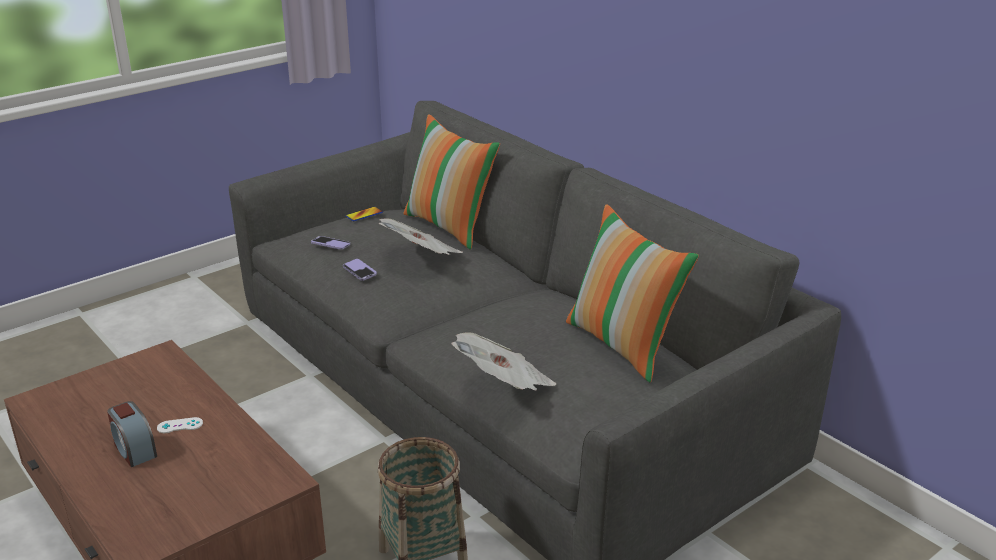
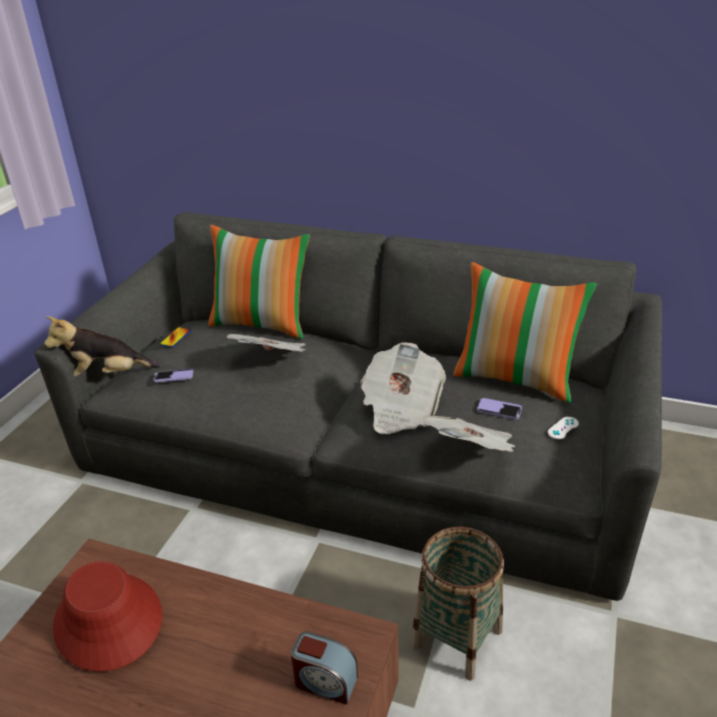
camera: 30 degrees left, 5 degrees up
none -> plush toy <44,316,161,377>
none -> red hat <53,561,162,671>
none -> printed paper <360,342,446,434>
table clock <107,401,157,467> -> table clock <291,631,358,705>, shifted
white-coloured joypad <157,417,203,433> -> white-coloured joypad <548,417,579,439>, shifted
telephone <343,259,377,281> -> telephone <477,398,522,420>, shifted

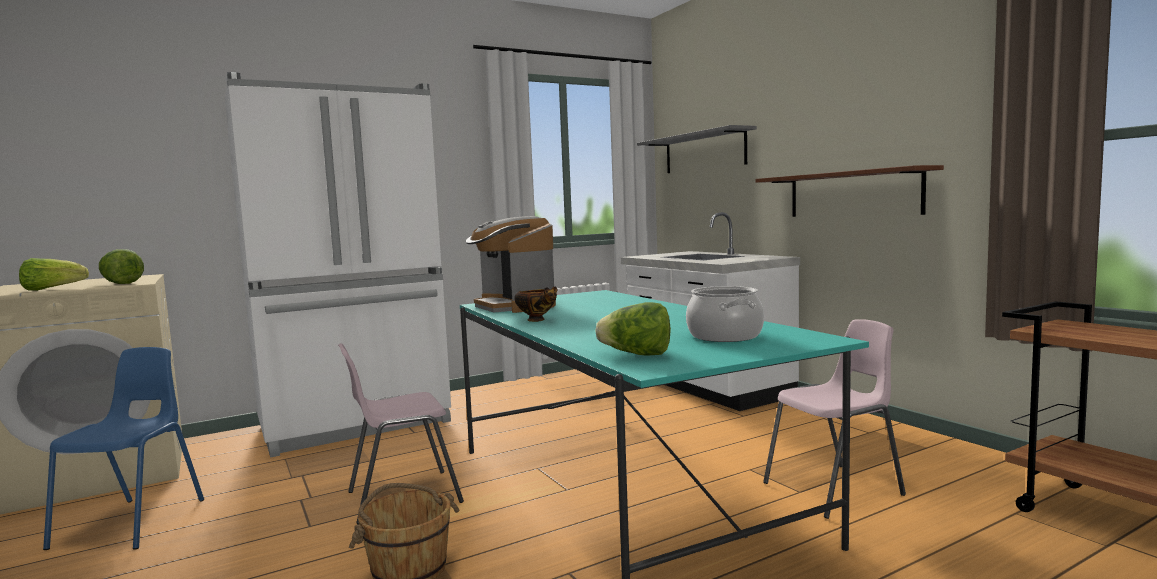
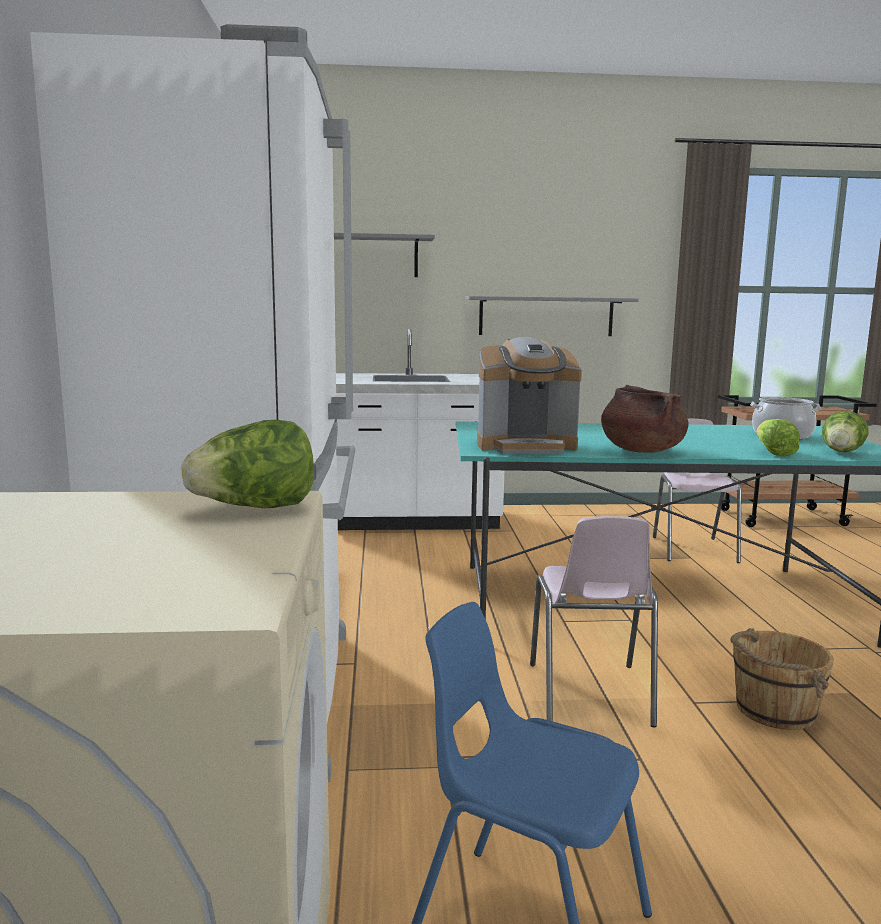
camera: 65 degrees left, 5 degrees up
head of lettuce <19,258,89,291> -> head of lettuce <756,419,800,456>, shifted
bowl <514,286,557,322> -> brown-coloured saucepot <601,385,688,453>
brown-coloured wall shelf <756,165,944,217> -> grey wall shelf <466,296,639,336>

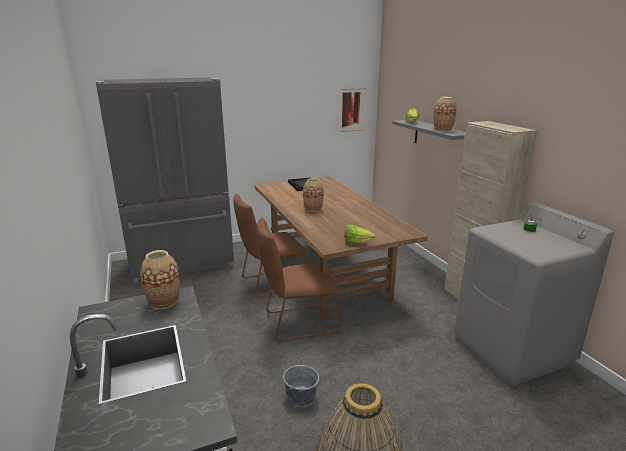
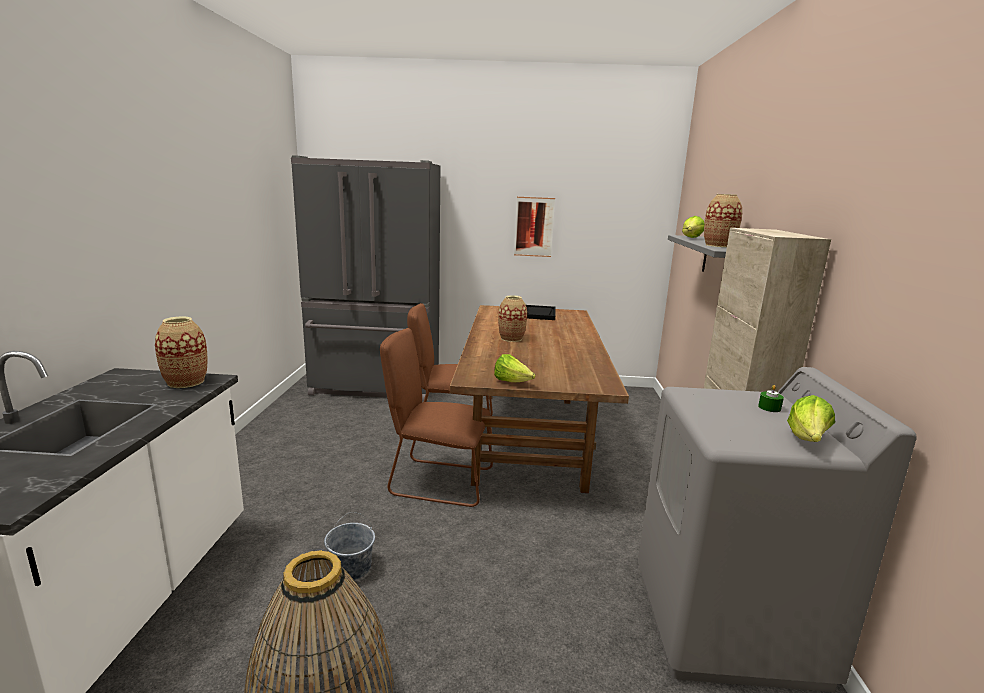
camera: 25 degrees right, 5 degrees down
none -> head of lettuce <787,395,835,442>
wall picture <340,88,366,132> -> wall picture <514,197,555,257>, shifted

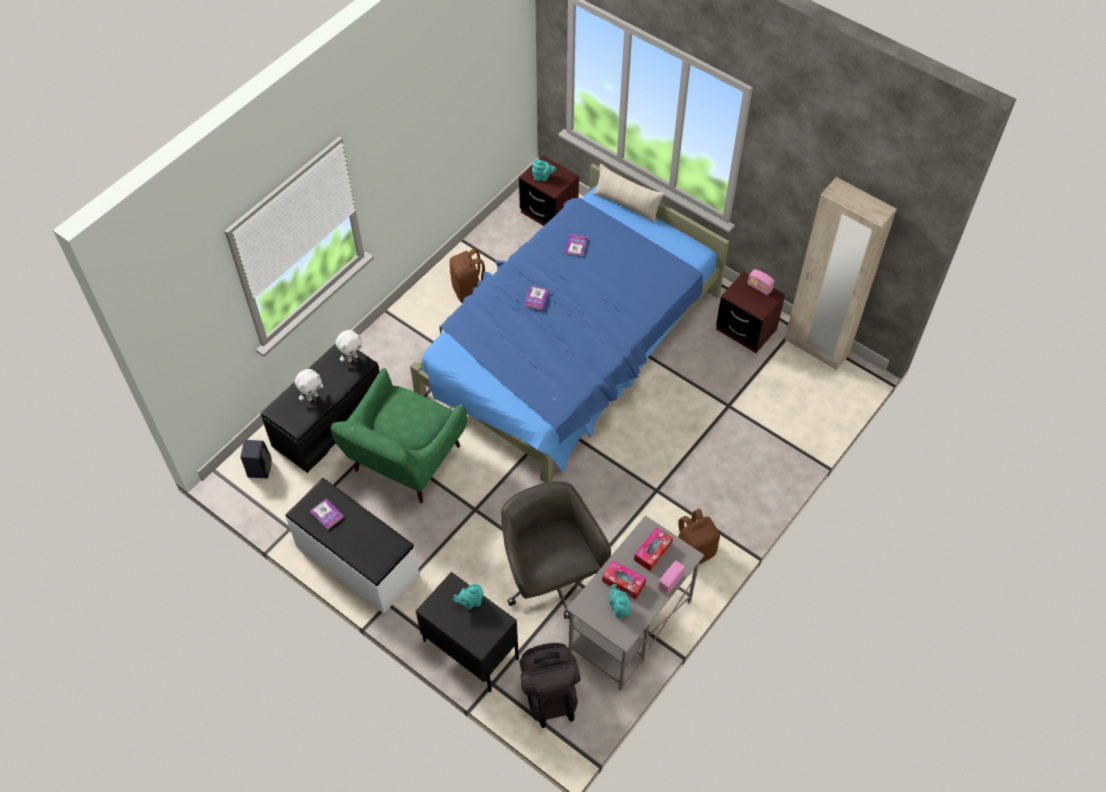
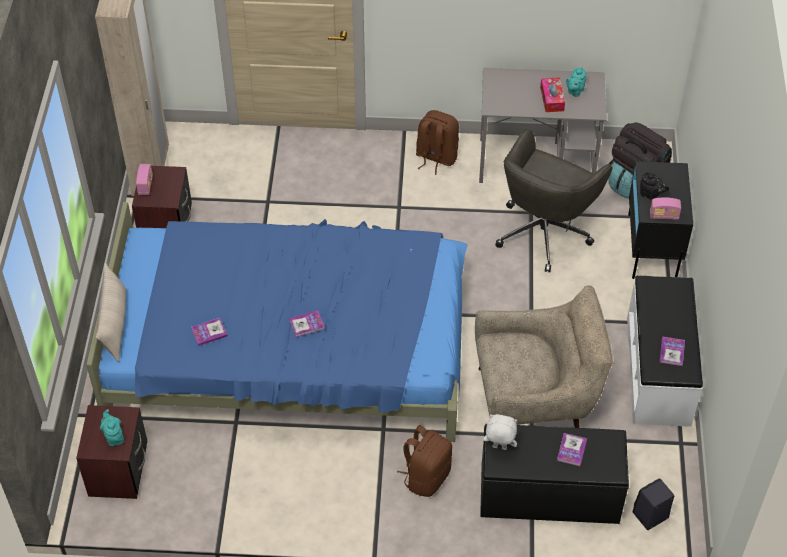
camera: 125 degrees left, 5 degrees down
tissue box <634,527,673,571> -> none
brown-coloured knapsack <449,248,485,304> -> brown-coloured knapsack <397,425,452,497>, shifted
radio set <658,561,685,595> -> radio set <650,197,681,220>, shifted
white-coloured plush toy <295,369,324,401> -> volume <557,433,587,466>
green easy chair <331,368,467,503> -> sand-coloured easy chair <475,285,613,428>
blue-green tea pot <453,584,483,610> -> blackish tea pot <640,172,669,200>

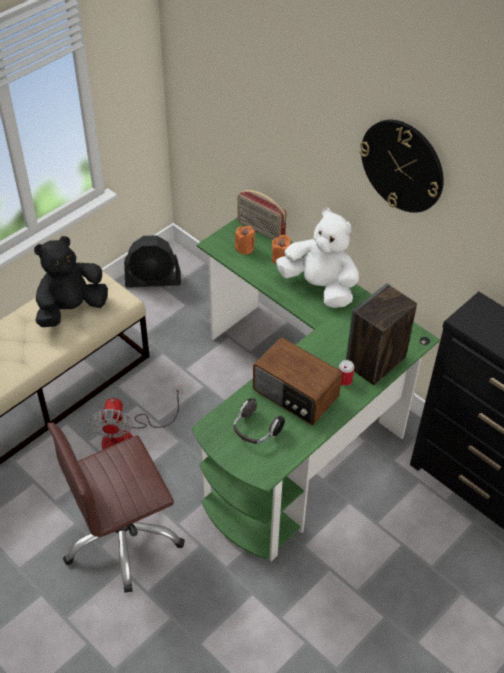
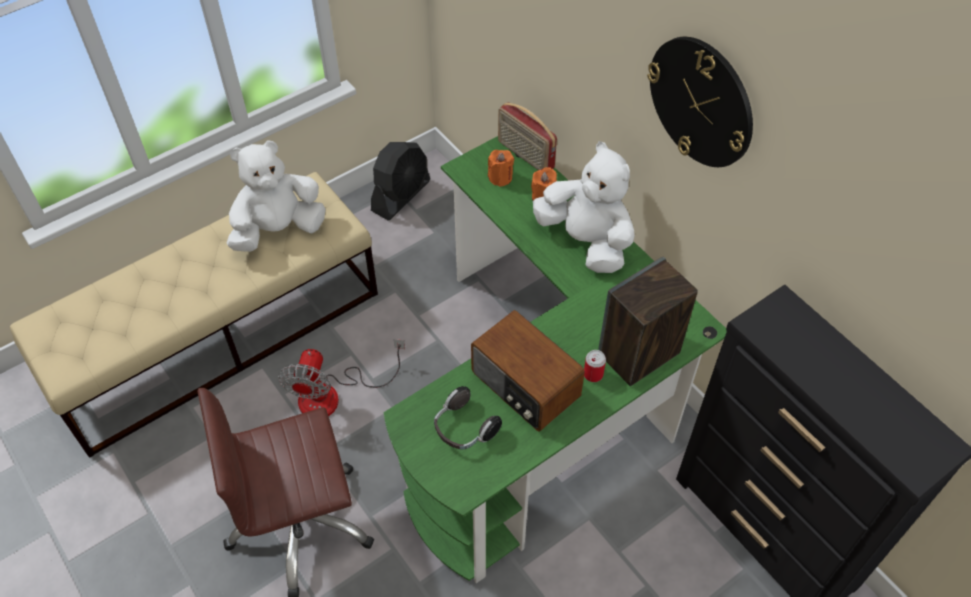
camera: 10 degrees right, 5 degrees up
blackish plush toy <34,236,108,327> -> white-coloured plush toy <227,140,326,252>
blackish fan <124,235,181,287> -> blackish fan <371,142,430,221>, 60 degrees counterclockwise

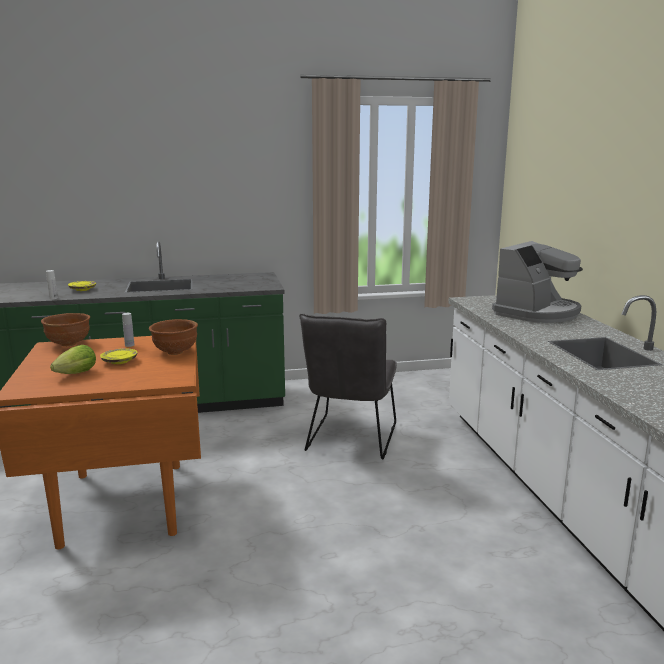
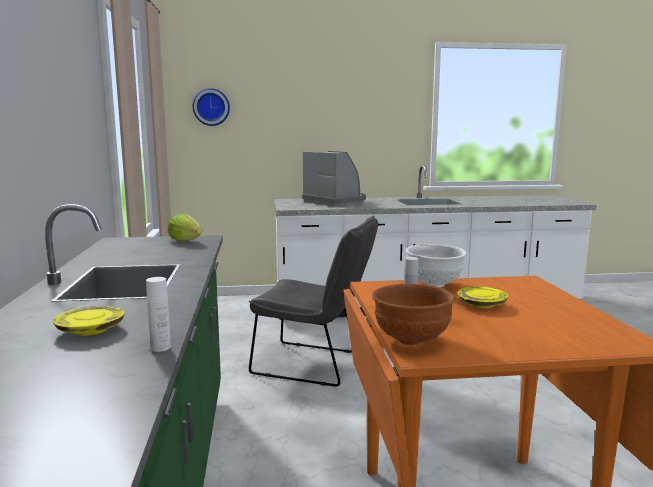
camera: 85 degrees left, 5 degrees down
none -> hanging clock <193,88,230,126>
head of lettuce <50,345,96,374> -> head of lettuce <168,213,202,242>, shifted
brown-coloured bowl <149,319,198,355> -> white-coloured bowl <406,244,467,287>

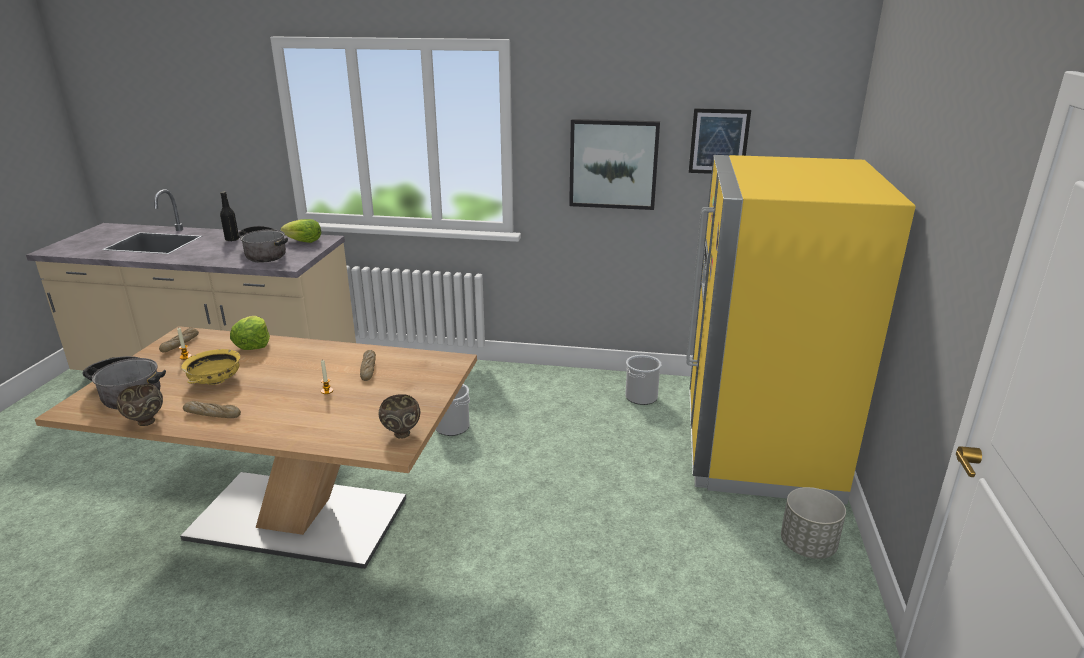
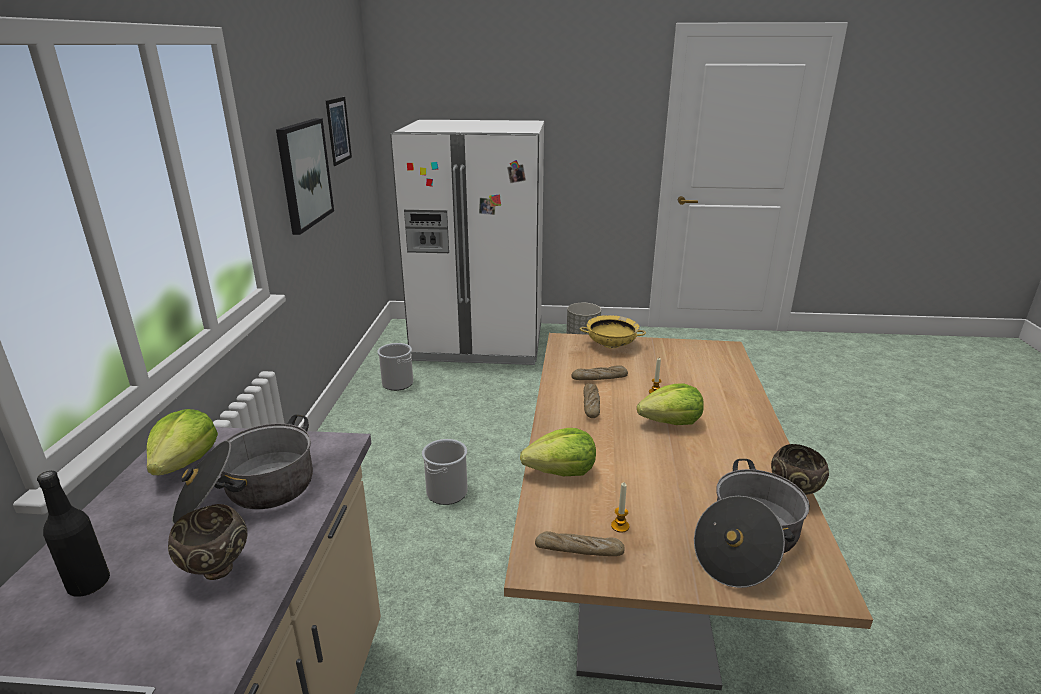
camera: 95 degrees left, 0 degrees up
none -> head of lettuce <637,384,704,425>
yellow-coloured bowl <181,349,240,385> -> yellow-coloured bowl <580,315,646,348>, shifted
bread <183,401,241,418> -> bread <583,383,600,418>, shifted
brown-coloured bowl <379,394,420,439> -> brown-coloured bowl <168,504,247,580>, shifted
yellow-coloured refrigerator <686,155,916,505> -> white-coloured refrigerator <390,120,544,365>

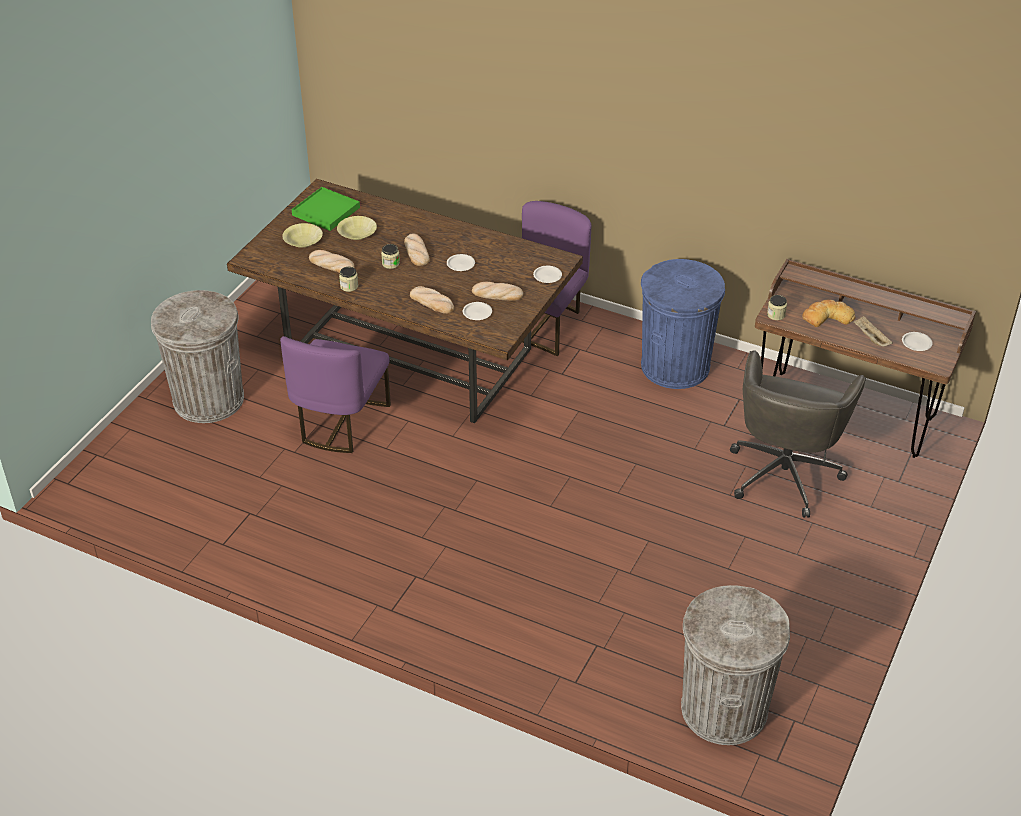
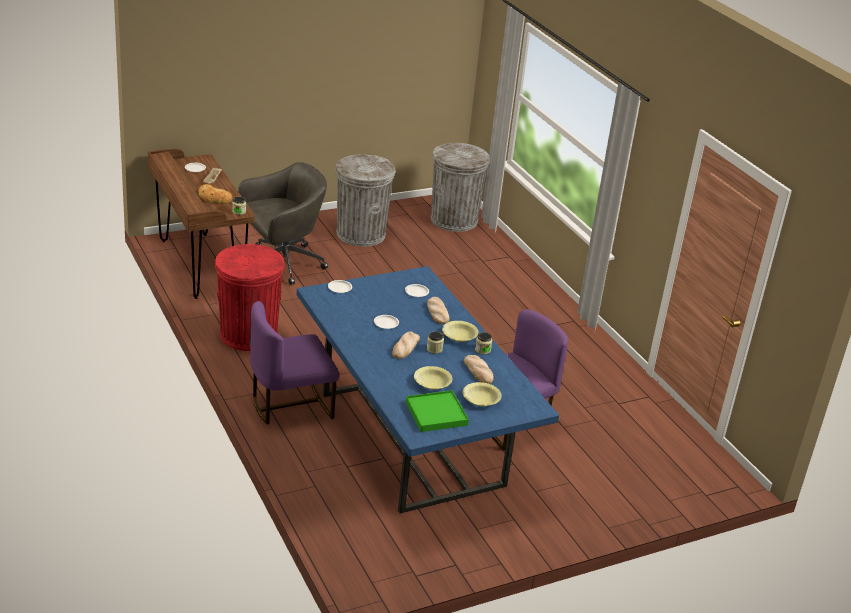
camera: 145 degrees left, 10 degrees down
bread <472,282,523,301> -> none
none -> yellow-coloured bowl <442,321,479,342>
grey trash can <151,290,244,423> -> grey trash can <336,154,396,247>, shifted
brown-coloured dinner table <227,179,583,423> -> bluish dinner table <296,266,559,514>
bluish trash can <641,259,725,389> -> red trash can <215,244,285,351>

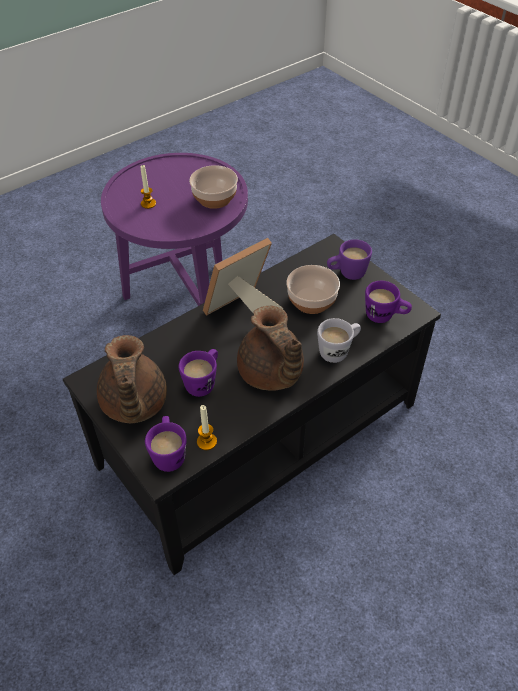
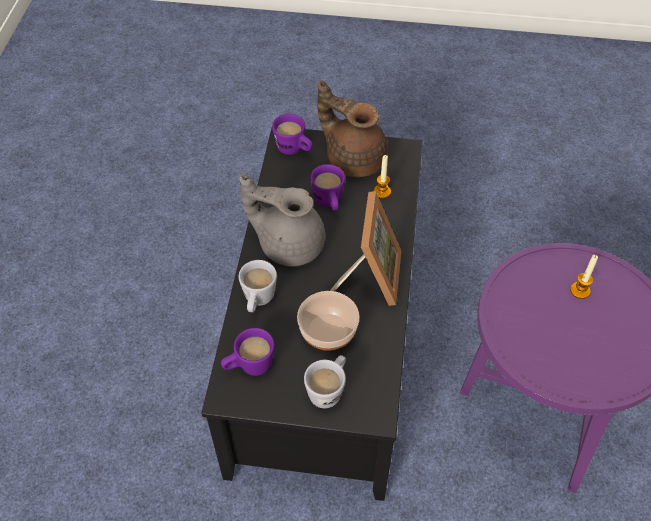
camera: 135 degrees right, 5 degrees up
bowl <189,165,238,209> -> none
wax light <197,405,217,450> -> wax light <374,155,391,198>, shifted
brown-coloured tea pot <237,306,304,391> -> grey tea pot <239,174,325,267>
purple coffee mug <327,239,372,280> -> white-coloured coffee mug <304,355,346,408>

